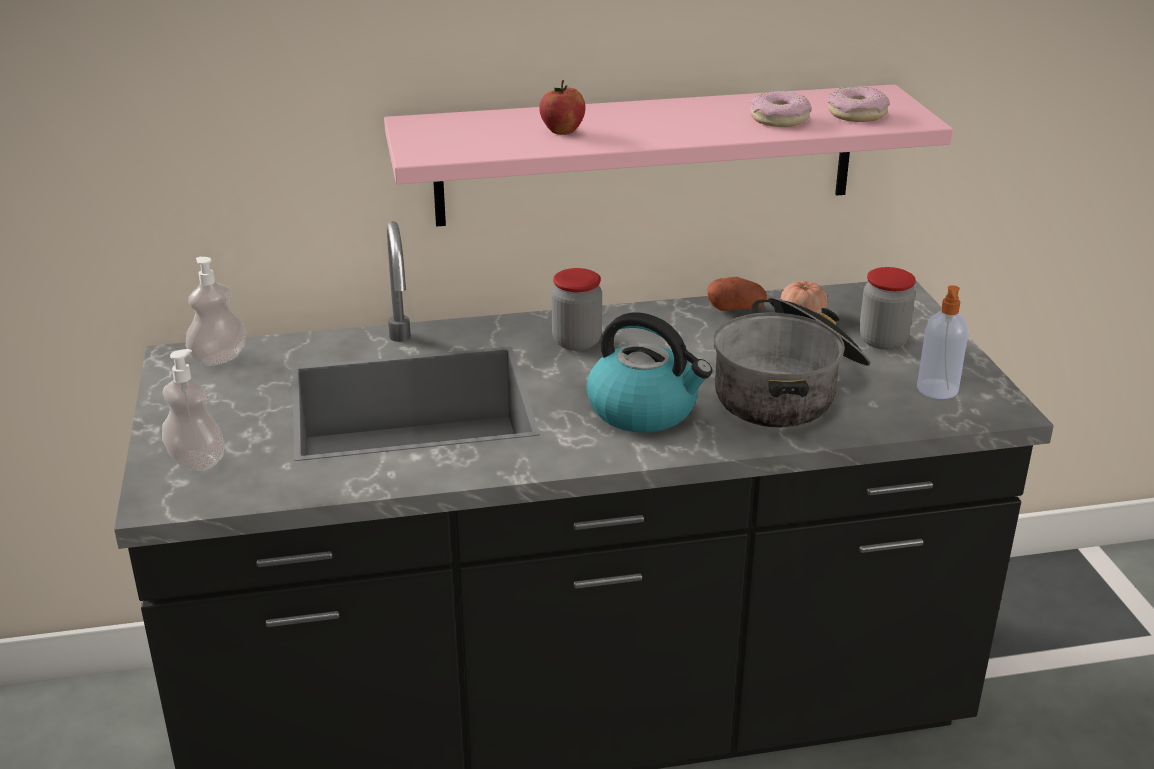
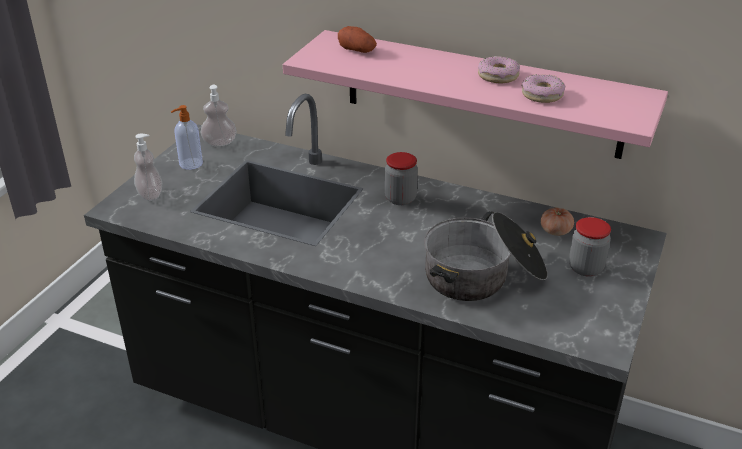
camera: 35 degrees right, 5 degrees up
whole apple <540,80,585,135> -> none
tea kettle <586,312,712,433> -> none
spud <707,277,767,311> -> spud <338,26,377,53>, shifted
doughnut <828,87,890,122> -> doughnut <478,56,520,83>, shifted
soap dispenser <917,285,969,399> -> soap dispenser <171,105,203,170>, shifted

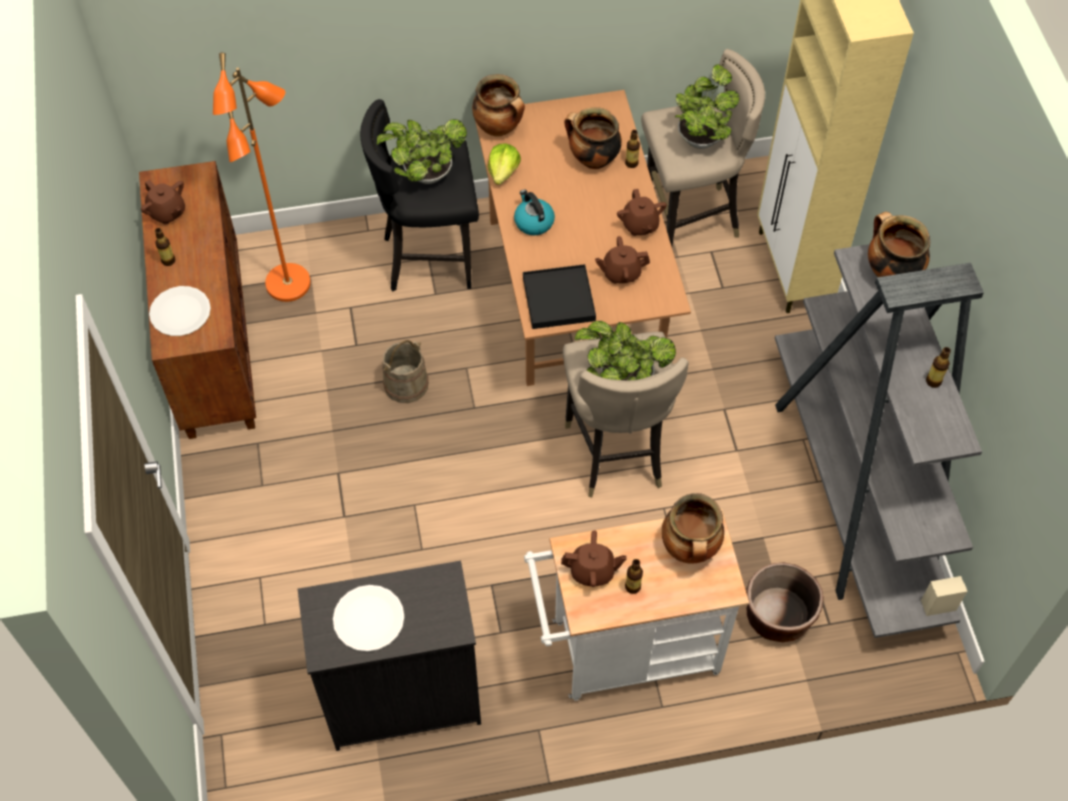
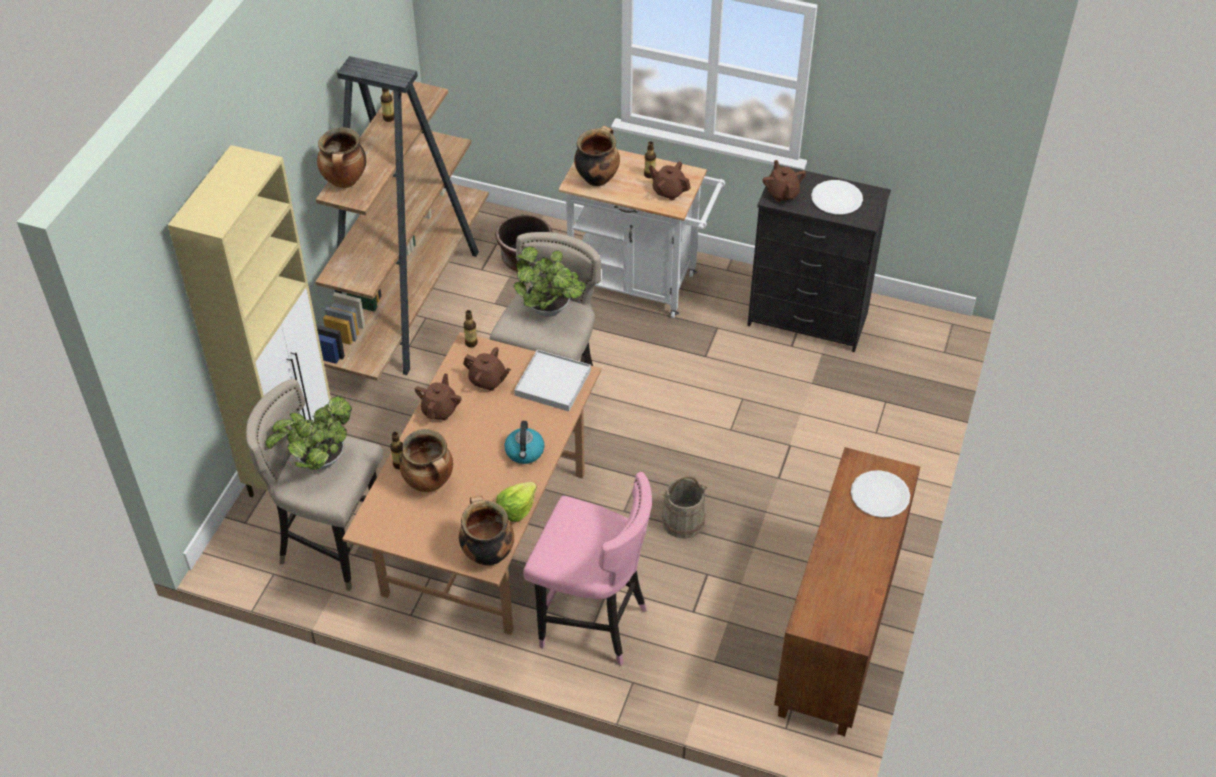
camera: 150 degrees left, 10 degrees down
orange standing lamp <213,52,311,302> -> none
potted plant <376,119,467,184> -> none
brown-coloured tea pot <141,180,185,225> -> brown-coloured tea pot <763,160,806,202>, shifted
bottle <155,228,175,266> -> bottle <463,310,478,347>, shifted
blackish stool <360,99,479,291> -> pink-coloured stool <523,472,652,666>
blackish tray <523,264,596,329> -> white-coloured tray <514,350,591,411>
grey bookcase <775,244,984,638> -> brown-coloured bookcase <315,56,489,381>

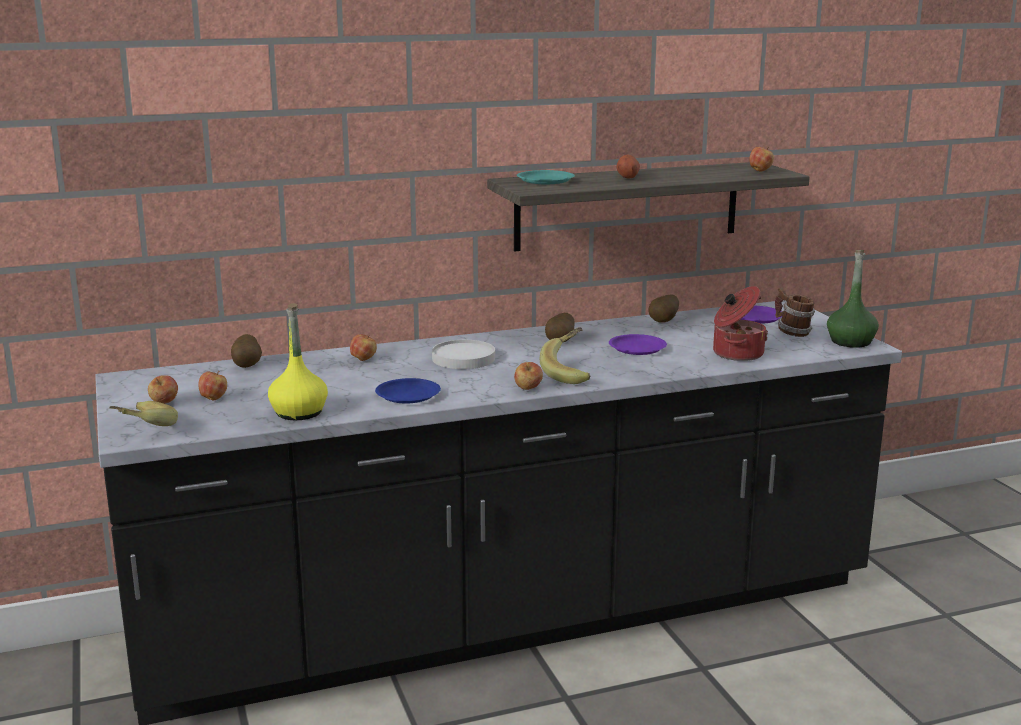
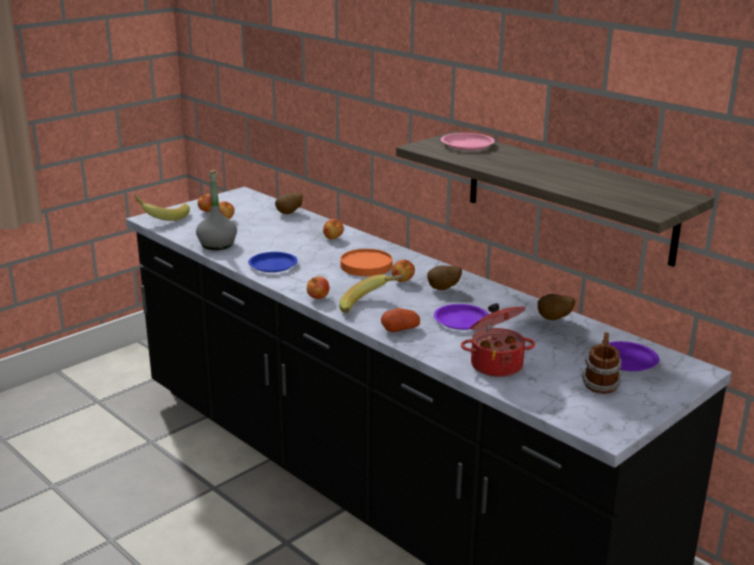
camera: 65 degrees right, 5 degrees up
green bottle <827,250,879,348> -> none
spud <616,154,640,179> -> spud <381,308,420,332>, shifted
whole apple <749,146,774,172> -> whole apple <392,259,415,282>, shifted
yellow-coloured bottle <268,303,328,420> -> grey bottle <196,170,237,250>
white-coloured flat dish <432,340,495,369> -> orange flat dish <340,249,392,276>
blue-green flat dish <517,170,575,184> -> pink-coloured flat dish <441,133,495,150>

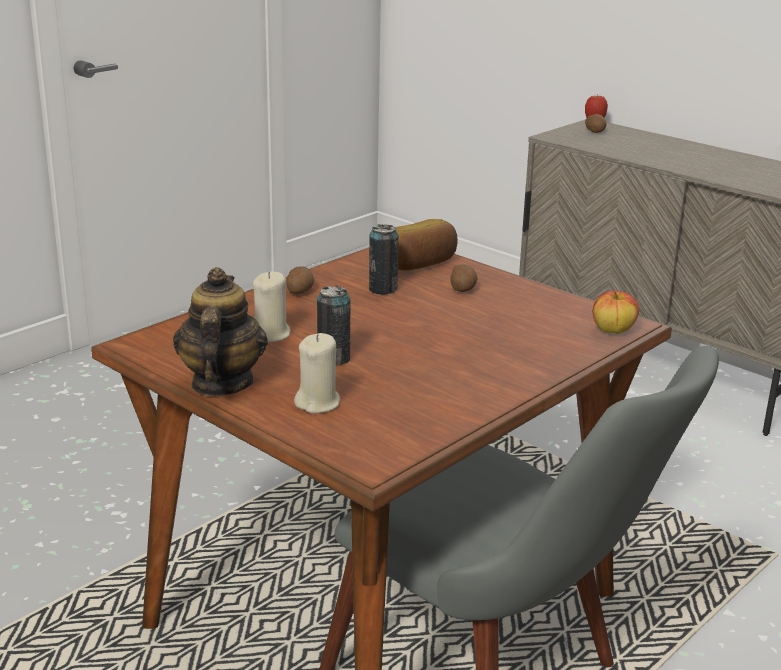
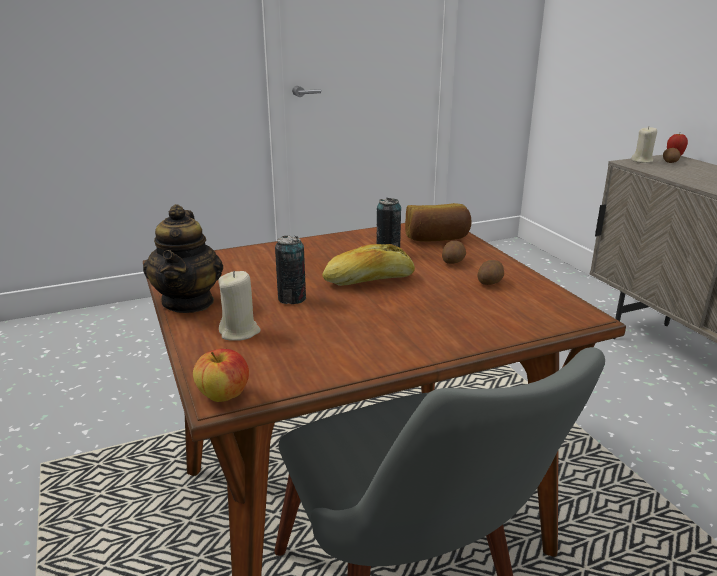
camera: 25 degrees right, 0 degrees up
none -> bread <322,244,415,286>
sand-coloured wax light <253,271,291,343> -> sand-coloured wax light <631,127,657,163>, shifted
spud <287,266,314,294> -> spud <478,260,504,285>, shifted
whole apple <593,291,639,334> -> whole apple <193,349,249,402>, shifted
tea pot <173,267,268,396> -> tea pot <143,204,223,313>, 150 degrees clockwise

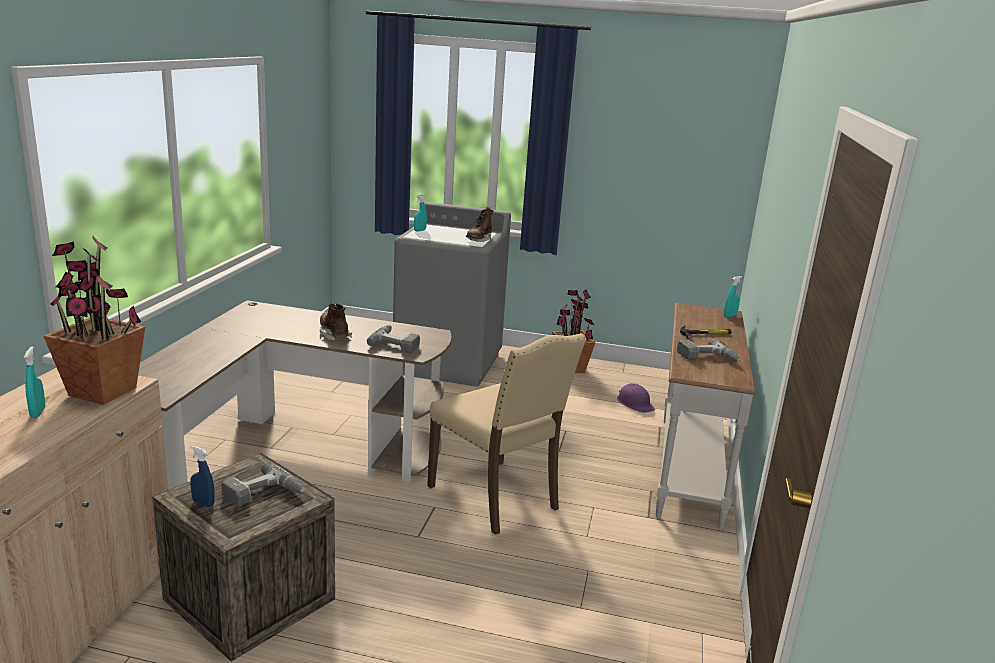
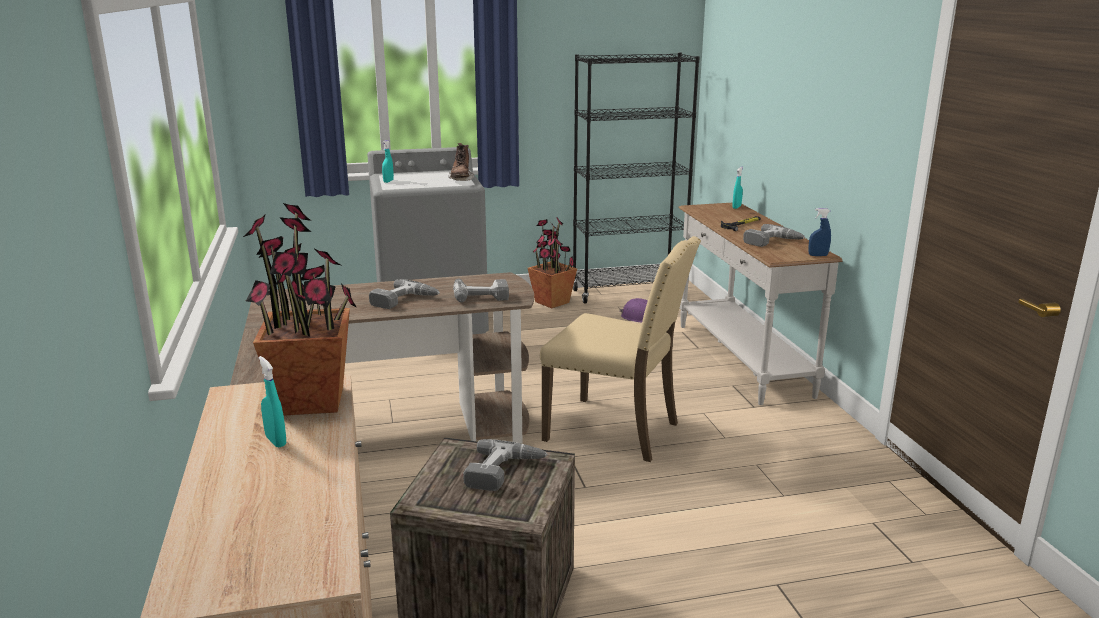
camera: 25 degrees left, 0 degrees up
none -> blackish bookcase <573,53,700,304>
bluish hand sprayer <190,446,215,507> -> bluish hand sprayer <808,208,831,256>, shifted
brown-coloured tall boot <320,302,352,341> -> drill <369,279,440,309>

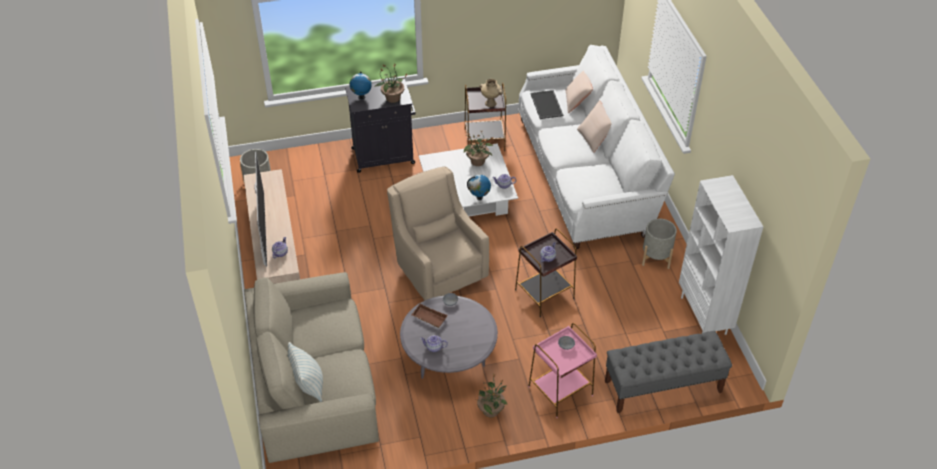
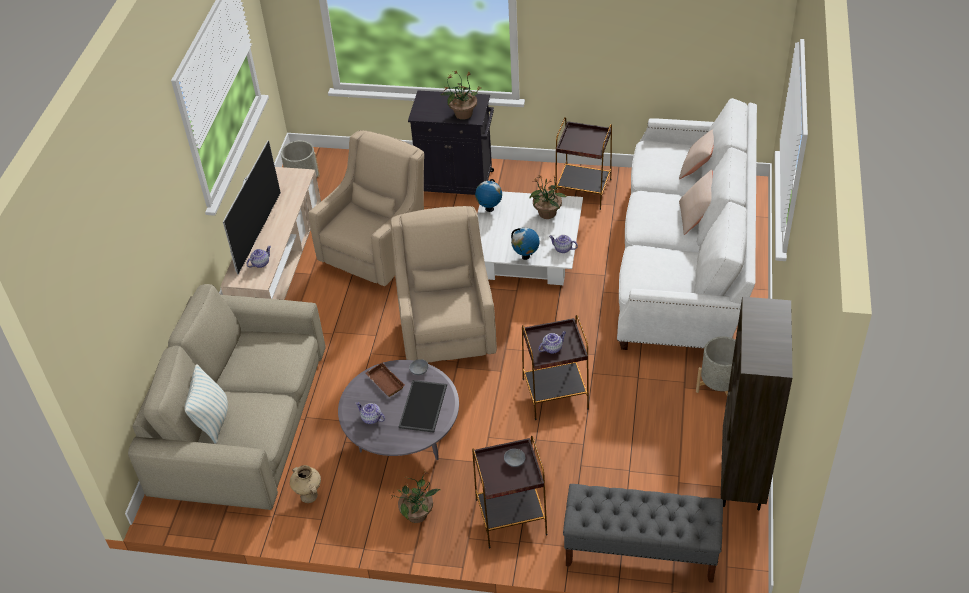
camera: 25 degrees right, 0 degrees up
none -> sand-coloured easy chair <308,130,424,286>
desk globe <350,72,372,99> -> desk globe <475,179,502,212>, shifted
sand-coloured decorative vase <479,79,503,107> -> sand-coloured decorative vase <290,465,321,503>, shifted
tray <531,90,563,119> -> tray <399,380,447,433>, shifted
pink-coloured accent table <528,323,597,418> -> brown-coloured accent table <472,436,547,548>
white-coloured bookcase <679,175,763,335> -> brown-coloured bookcase <721,297,793,510>

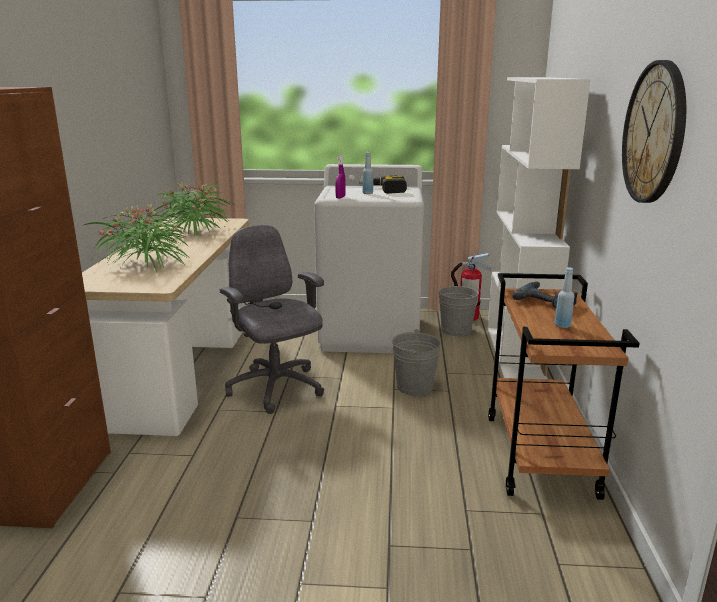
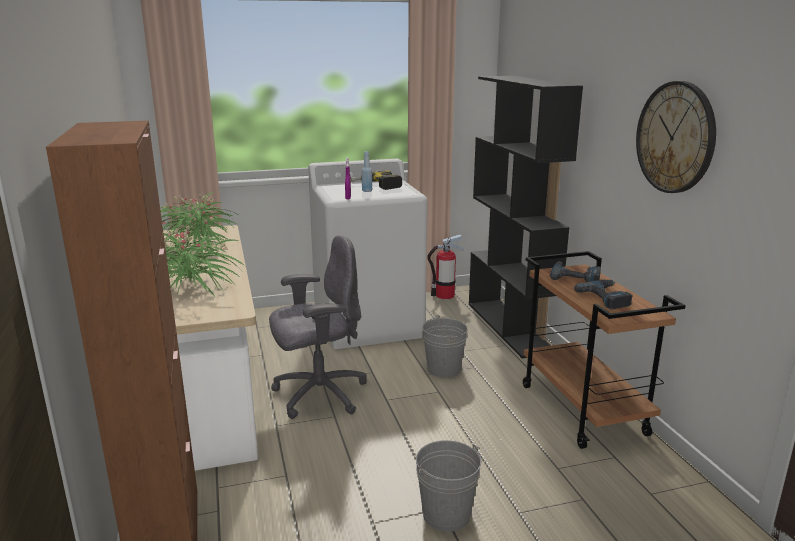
camera: 20 degrees left, 0 degrees up
grey pail <438,286,481,336> -> grey pail <416,440,481,532>, shifted
bluish bottle <554,267,574,328> -> drill <574,280,633,310>
white-coloured bookcase <488,77,591,379> -> blackish bookcase <469,76,583,359>
grey desk chair <219,225,324,414> -> grey desk chair <269,235,367,419>, 120 degrees clockwise

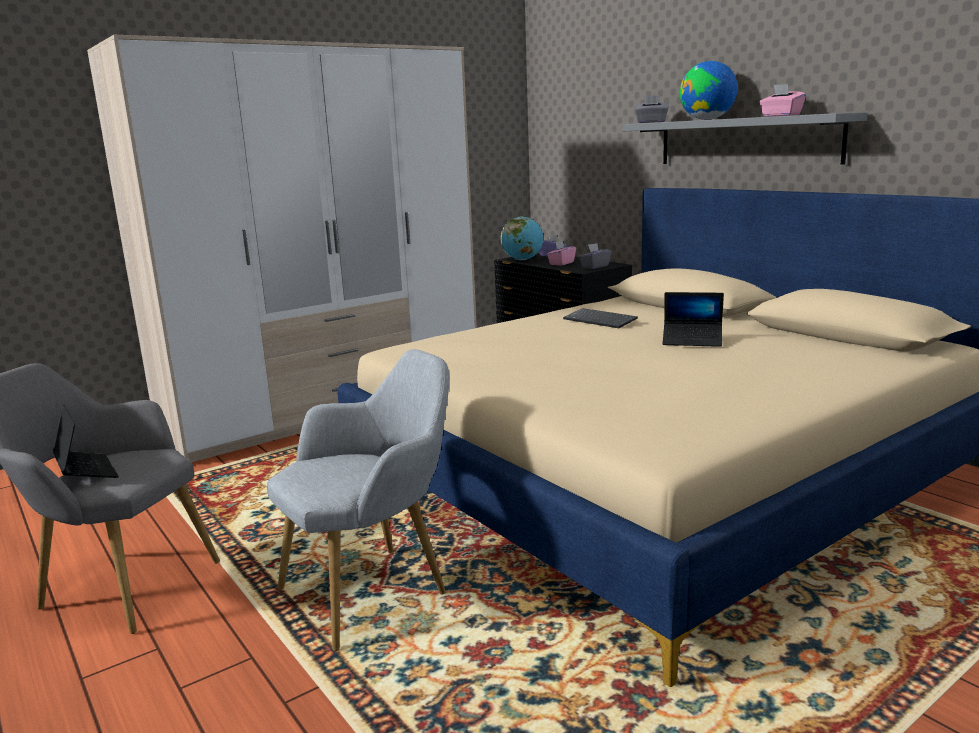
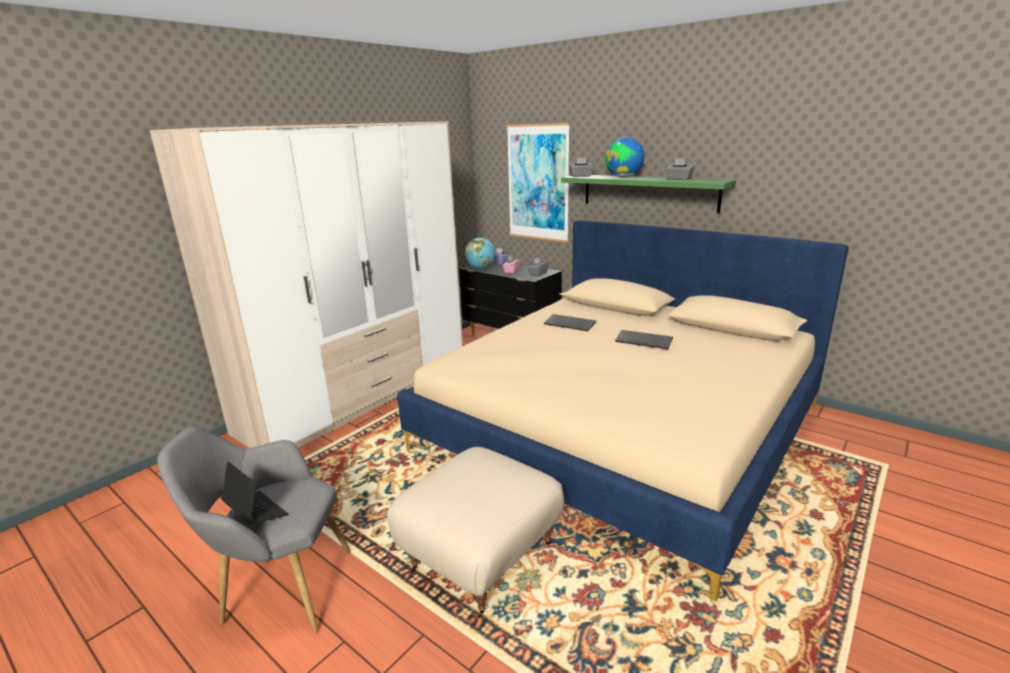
camera: 15 degrees left, 5 degrees up
none -> wall picture <506,123,570,242>
grey easy chair <267,349,449,651> -> sand-coloured ottoman <387,447,564,618>
laptop <663,292,724,347> -> keyboard <615,330,673,349>
grey wall shelf <622,112,868,165> -> green wall shelf <561,175,736,213>
pink-coloured tissue box <759,84,806,117> -> grey tissue box <665,159,695,180>

